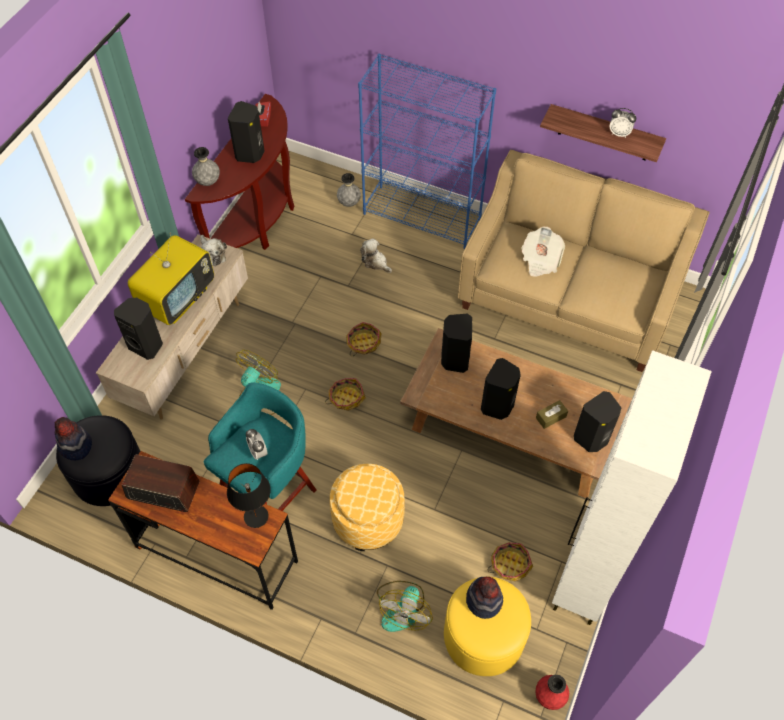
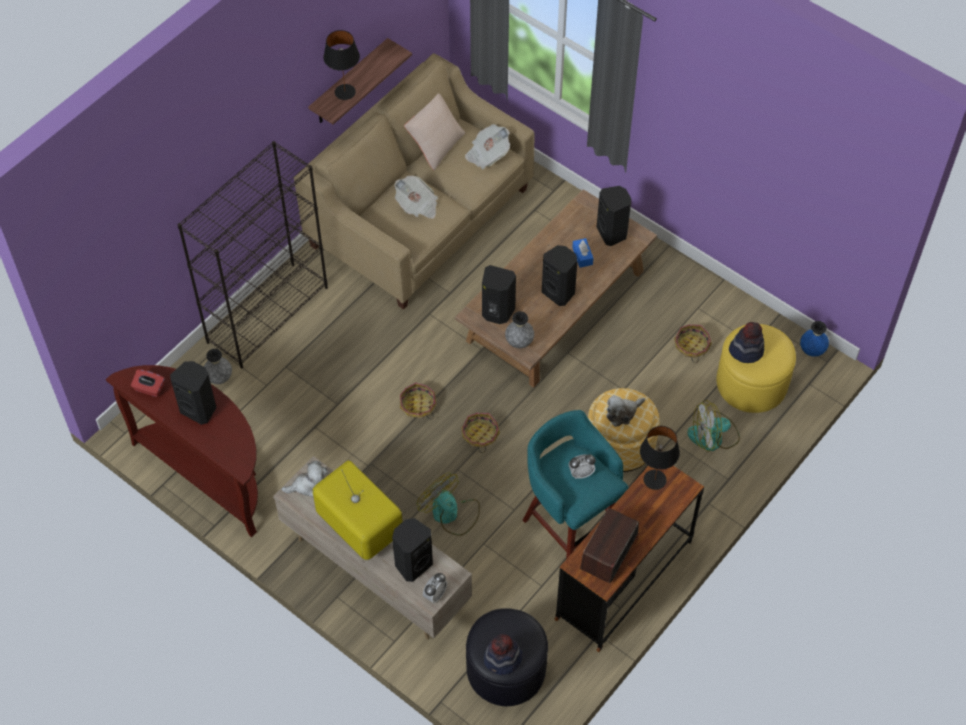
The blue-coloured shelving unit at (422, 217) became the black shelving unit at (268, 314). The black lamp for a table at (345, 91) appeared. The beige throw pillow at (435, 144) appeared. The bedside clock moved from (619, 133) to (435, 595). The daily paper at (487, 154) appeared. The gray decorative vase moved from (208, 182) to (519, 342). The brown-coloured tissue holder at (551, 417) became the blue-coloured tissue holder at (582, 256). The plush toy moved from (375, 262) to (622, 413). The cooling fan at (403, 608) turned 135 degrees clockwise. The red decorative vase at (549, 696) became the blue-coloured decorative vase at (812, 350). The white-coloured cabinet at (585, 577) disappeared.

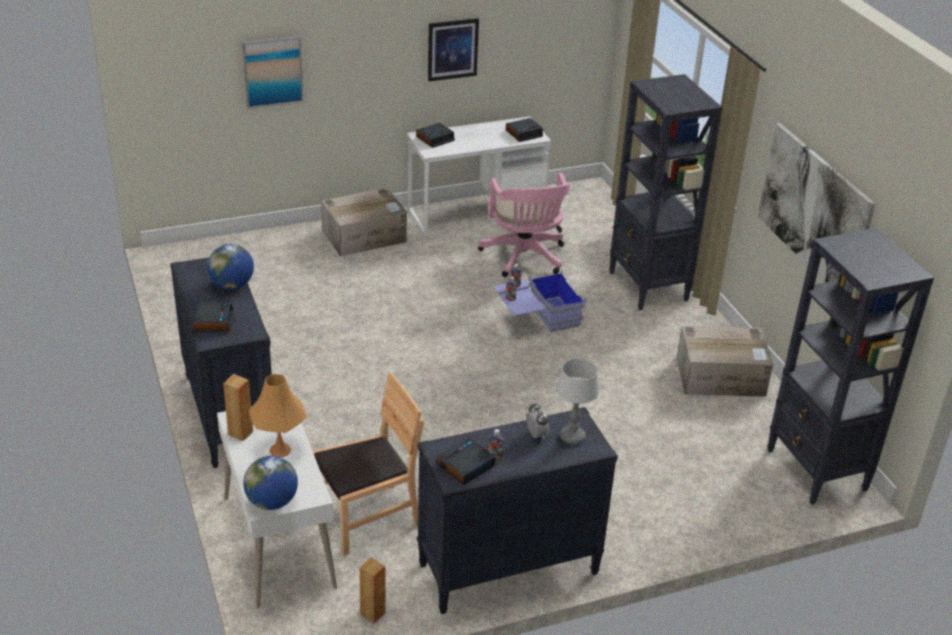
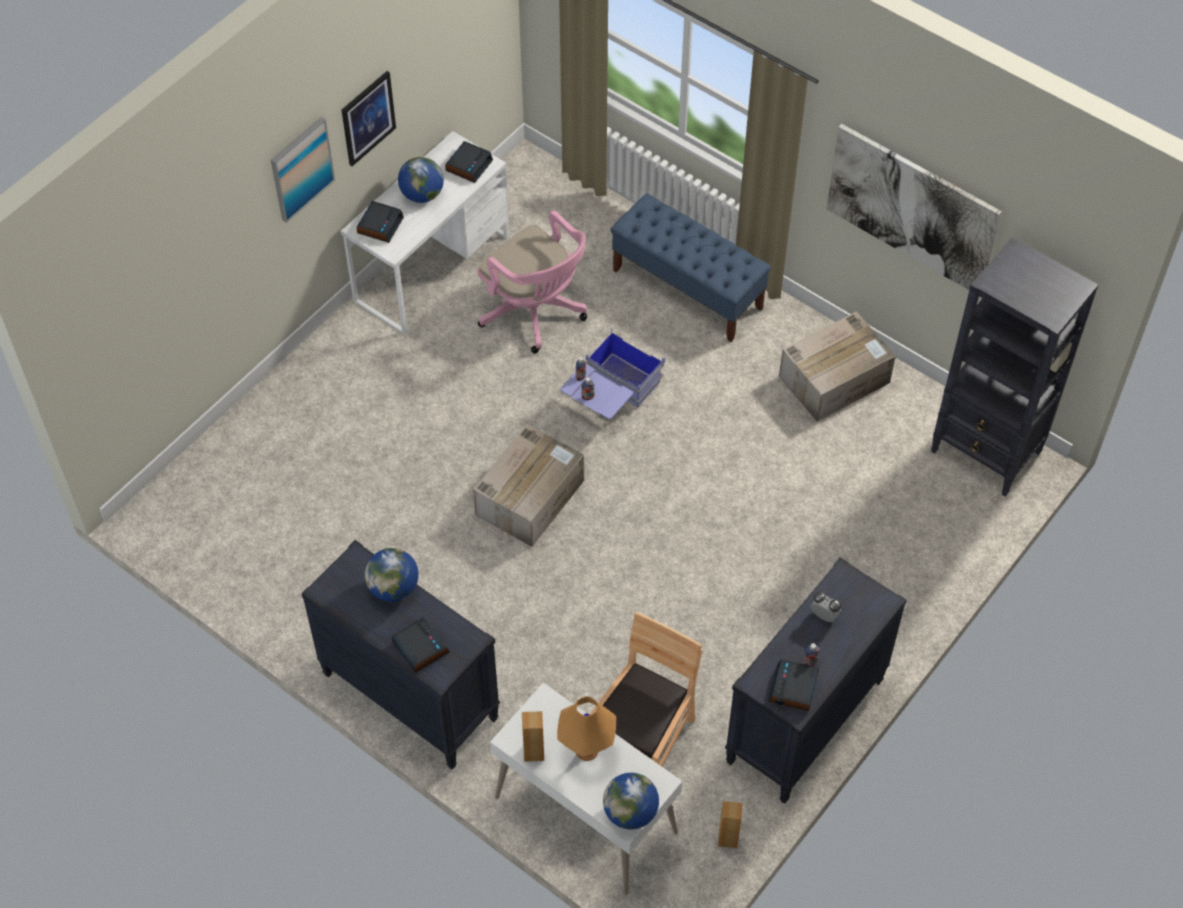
The wall picture moved from (273, 71) to (301, 168). The world globe at (422, 195) appeared. The carton moved from (365, 236) to (530, 496). The black shelving unit at (648, 287) was replaced by the blue-coloured long seat at (688, 289). The lamp for a table at (572, 437) disappeared.

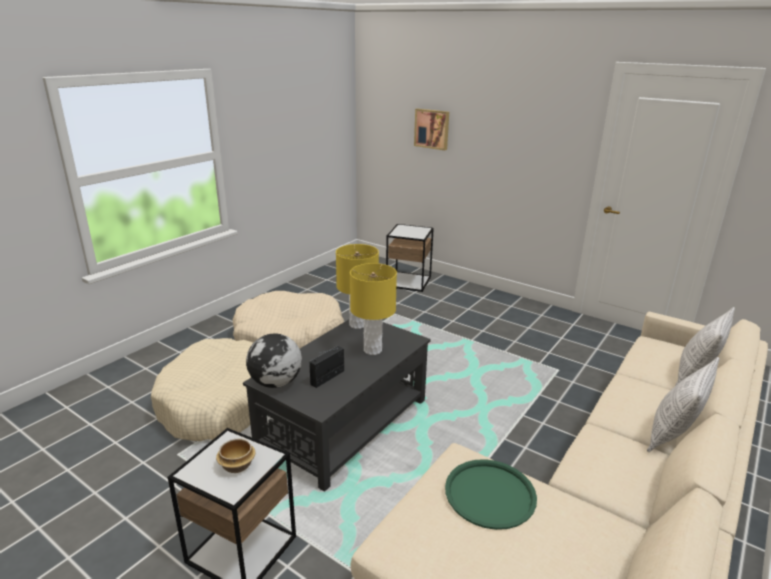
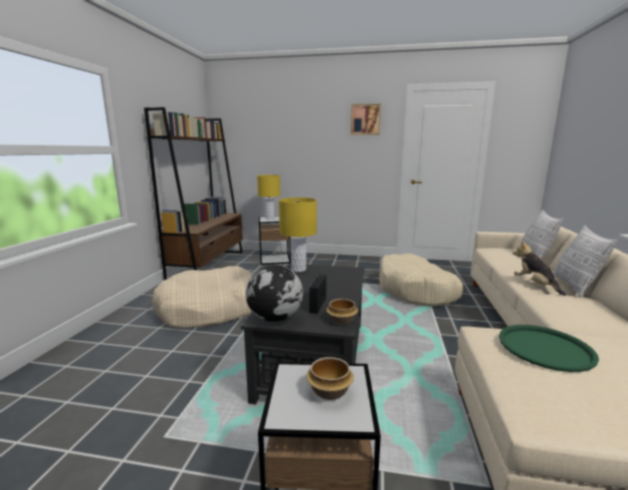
The brown-coloured shelving unit at (208, 265) appeared. The yellowish lamp for a table moved from (372, 350) to (269, 218). The serving bowl at (342, 321) appeared. The wall picture moved from (432, 129) to (365, 119). The beige pet bed moved from (217, 403) to (416, 290). The plush toy at (535, 285) appeared.

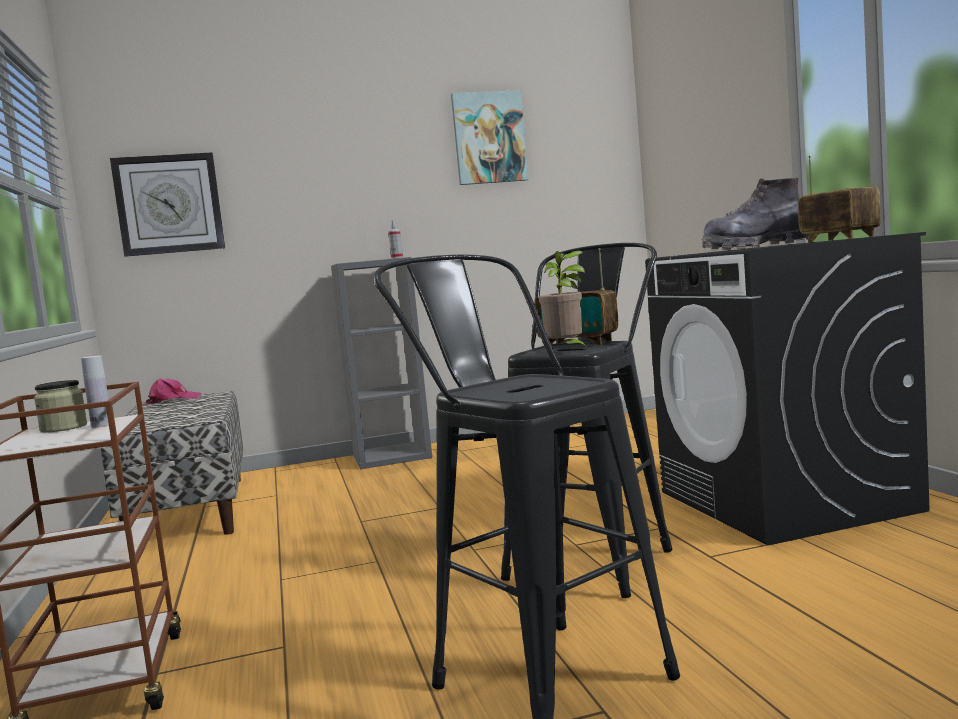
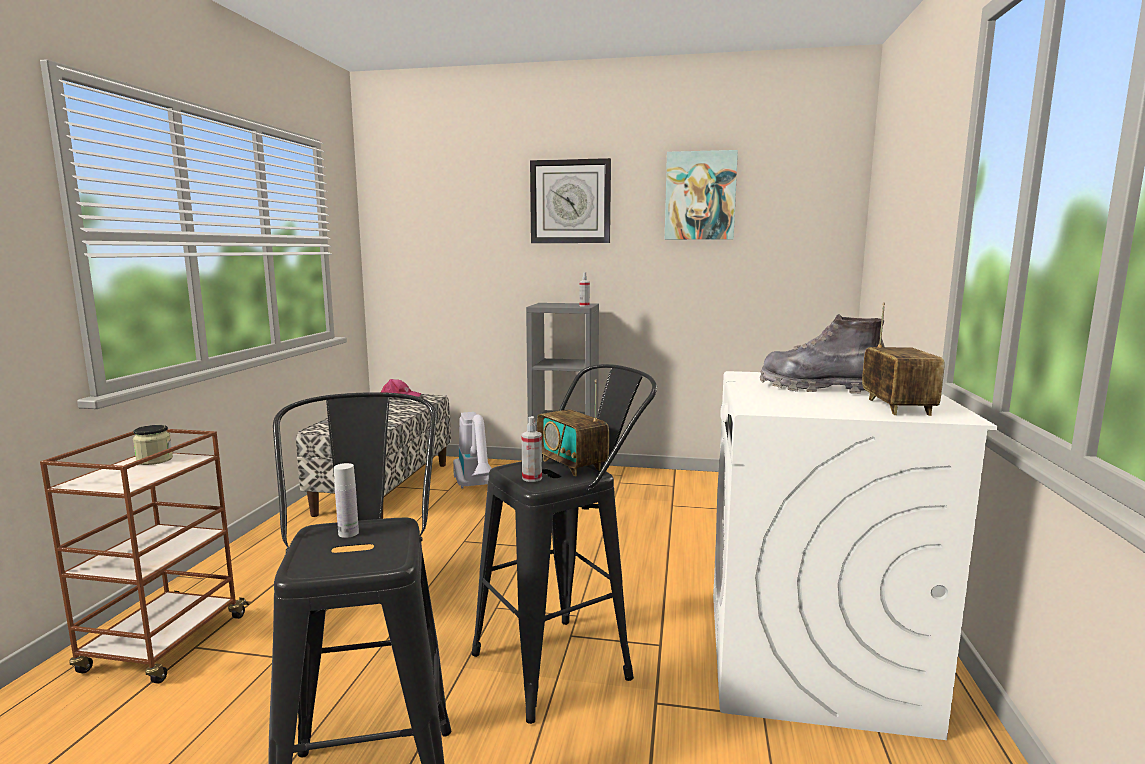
The white-coloured drink bottle moved from (101, 425) to (348, 533). The hoover at (476, 487) appeared. The houseplant at (567, 351) was replaced by the hand sprayer at (532, 478). The wall clock moved from (169, 204) to (570, 202). The black laundry appliance at (786, 501) became the white-coloured laundry appliance at (811, 658).

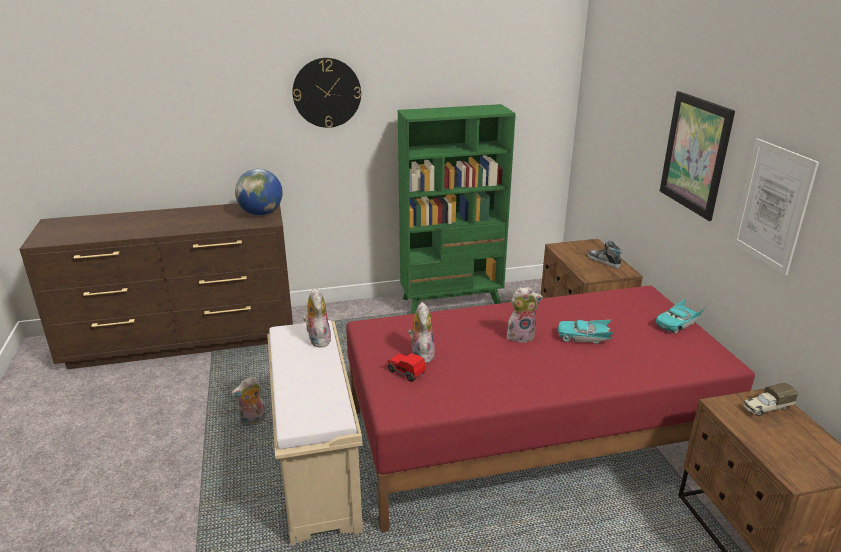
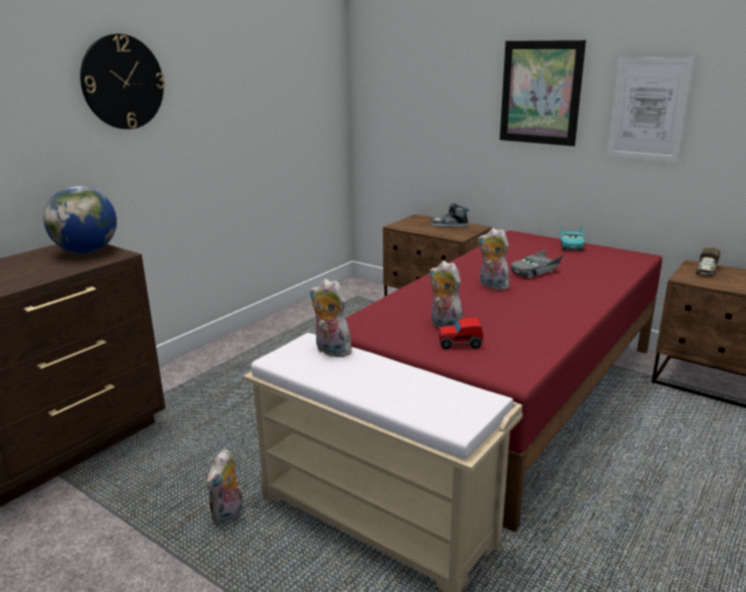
The plush toy at (521, 335) turned 90 degrees counterclockwise. The turquoise miniature car at (584, 337) became the gray miniature car at (535, 272). The green-coloured shelving unit at (452, 302) disappeared.

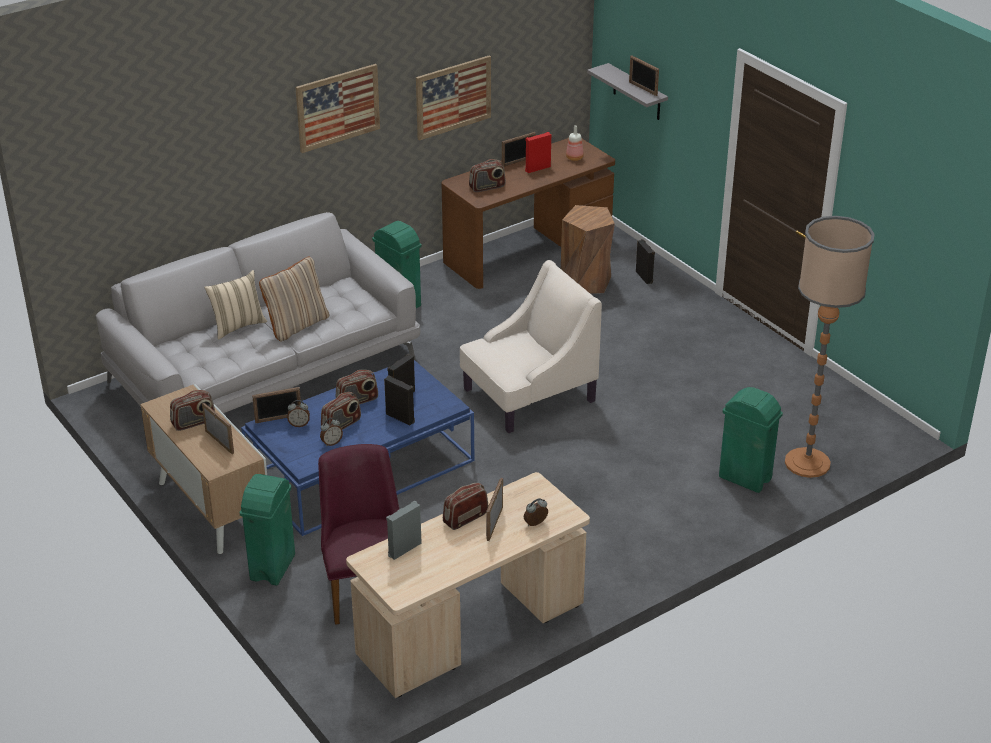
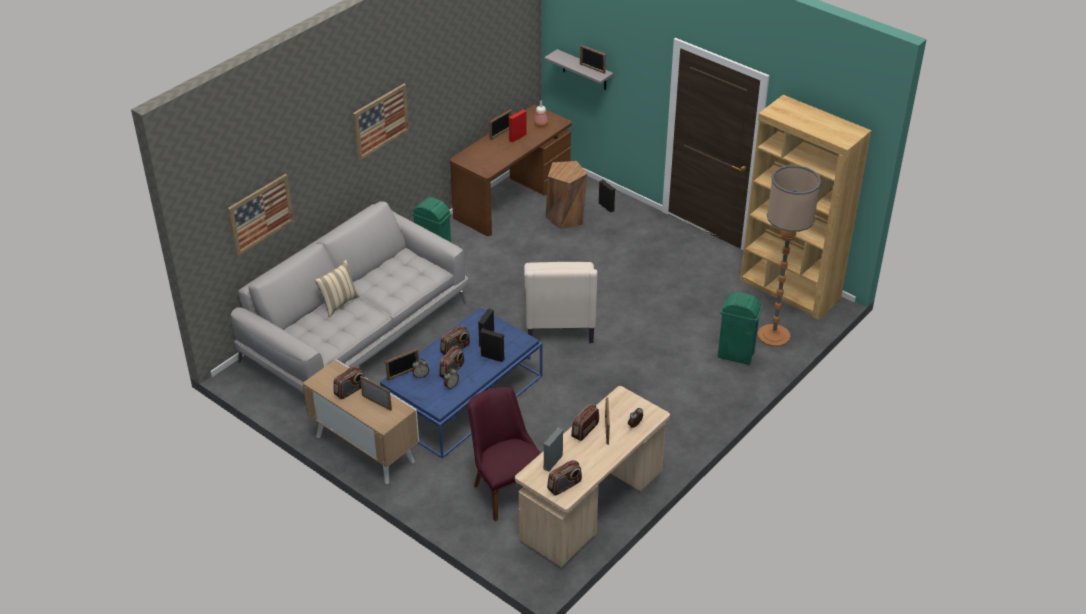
The wall picture moved from (453, 97) to (260, 214). The beige lounge chair at (528, 395) turned 135 degrees clockwise. The radio receiver moved from (487, 187) to (564, 486). The brown-coloured shelving unit at (790, 290) appeared. The green-coloured rubbish bin at (272, 568) disappeared. The beige throw pillow at (296, 325) disappeared.

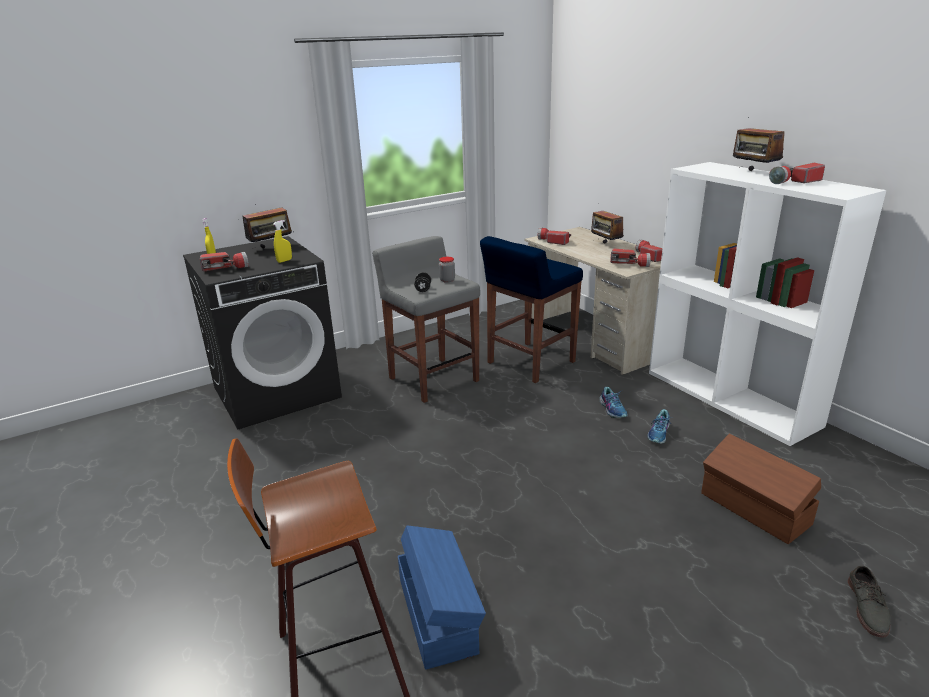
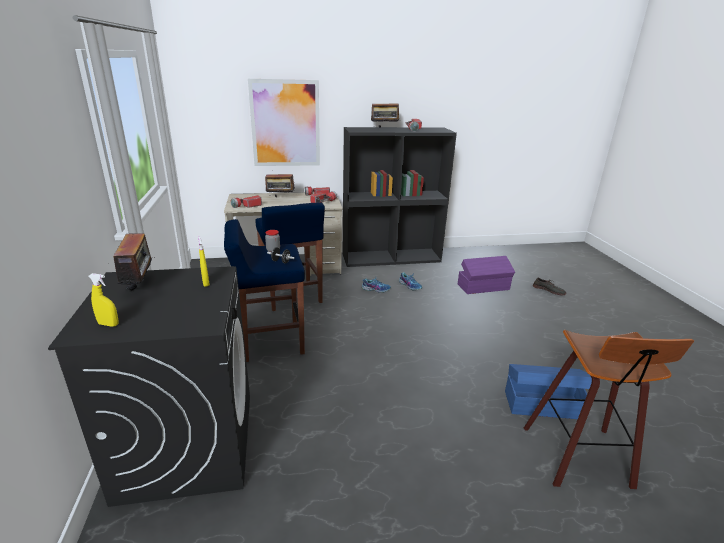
The gray sitting stool at (433, 379) became the blue-coloured sitting stool at (270, 341). The wall picture at (285, 124) appeared. The white-coloured shelving unit at (731, 398) became the black shelving unit at (391, 257). The brown-coloured storage bin at (754, 509) became the purplish storage bin at (484, 287). The torch at (225, 268) disappeared.

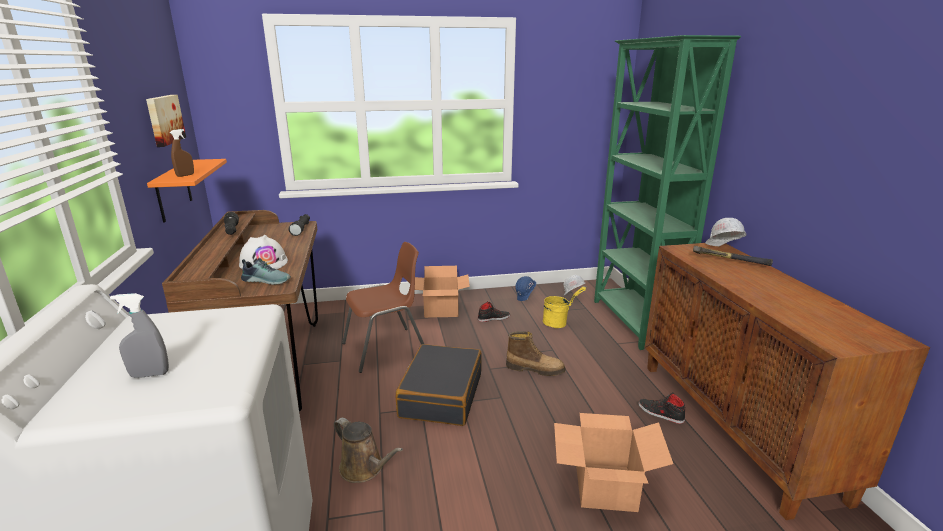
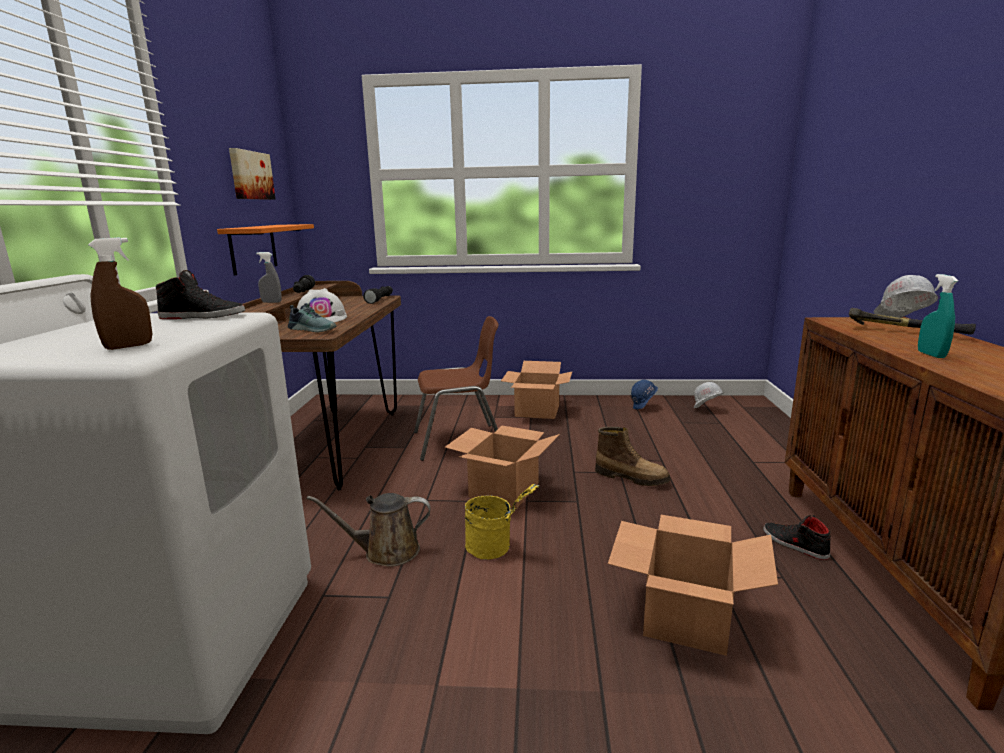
The brown-coloured hand sprayer moved from (185, 175) to (129, 346). The black low shoe moved from (493, 318) to (203, 316). The gray hand sprayer moved from (149, 374) to (271, 302). The brown-coloured watering pot at (364, 468) turned 120 degrees clockwise. The black piece of luggage at (441, 395) was replaced by the carton at (504, 491). The yellowish water bucket moved from (559, 323) to (496, 548). The turquoise hand sprayer at (931, 355) appeared. The green-coloured shelving unit at (634, 322) disappeared.

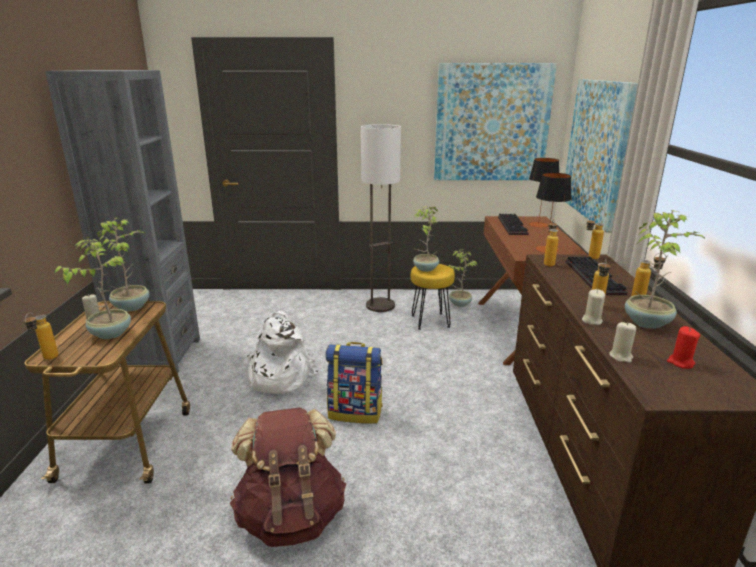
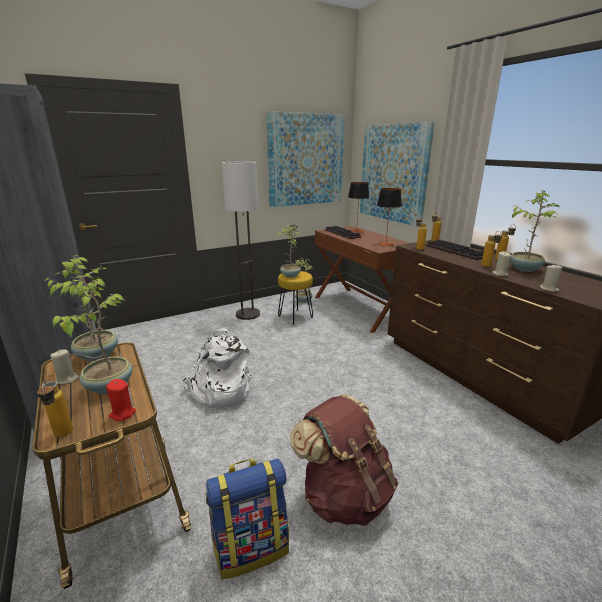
The red wax candle moved from (680, 363) to (122, 414). The rucksack moved from (355, 412) to (251, 546).

